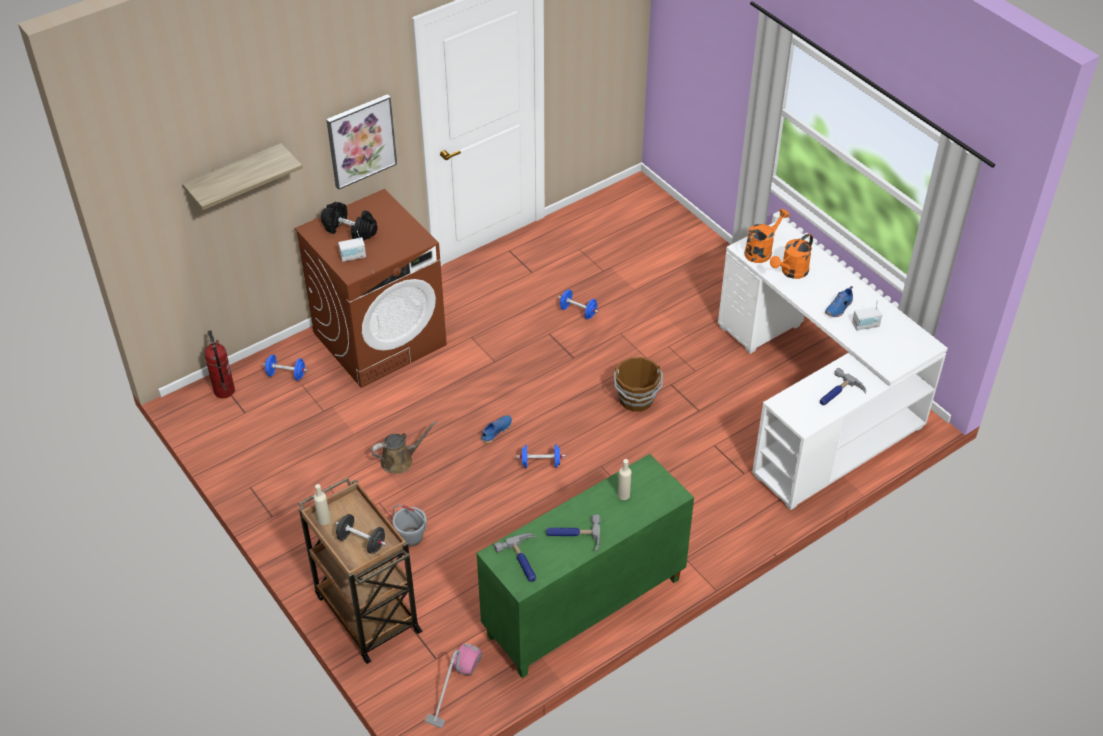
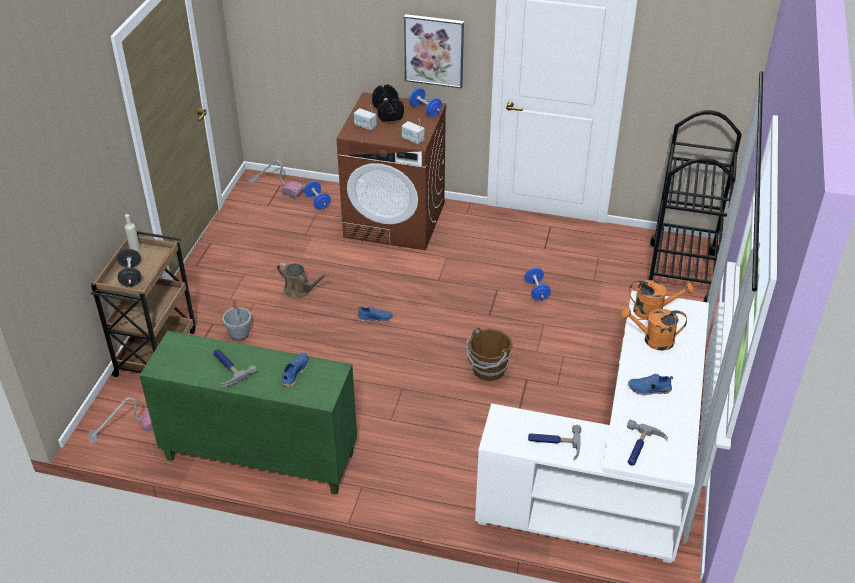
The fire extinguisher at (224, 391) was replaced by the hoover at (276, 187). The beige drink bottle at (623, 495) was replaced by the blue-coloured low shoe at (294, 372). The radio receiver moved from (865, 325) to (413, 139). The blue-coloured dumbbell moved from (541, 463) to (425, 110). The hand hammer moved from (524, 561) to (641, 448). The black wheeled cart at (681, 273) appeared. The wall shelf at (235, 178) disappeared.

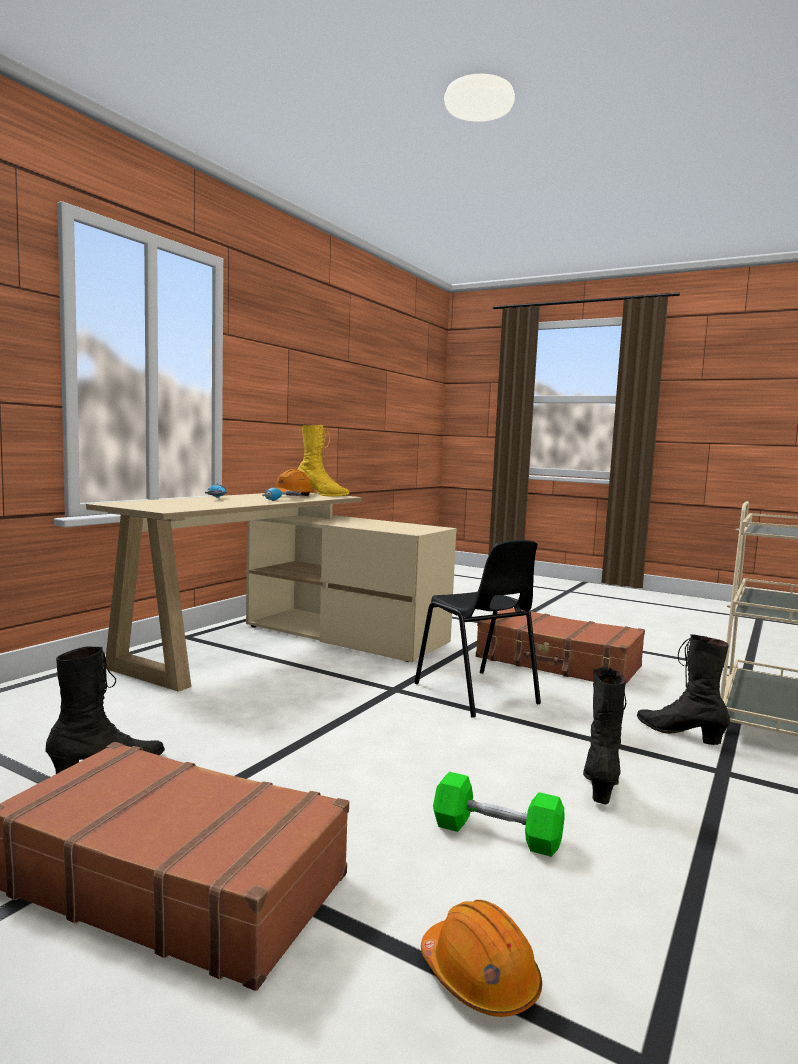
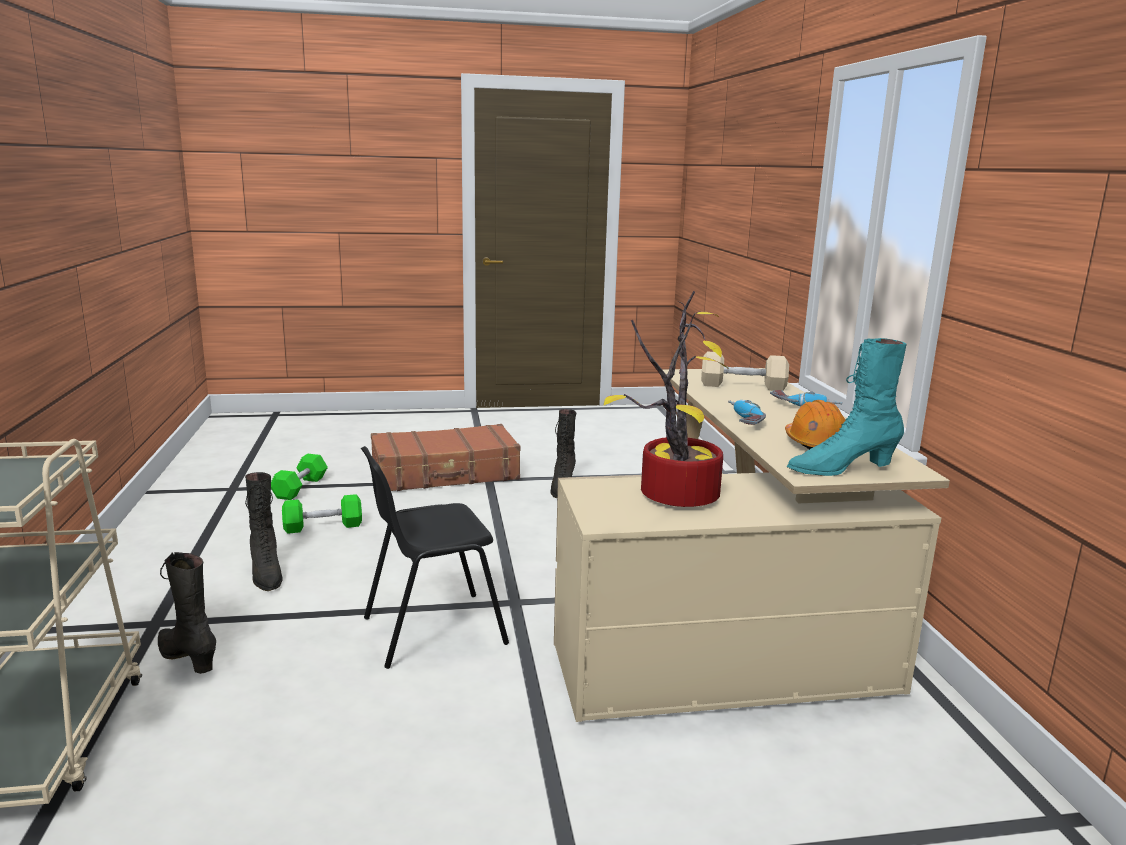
The black boot at (679, 734) turned 150 degrees counterclockwise. The orange hard hat at (479, 978) was replaced by the green-coloured dumbbell at (300, 487). The black chair at (476, 694) turned 45 degrees counterclockwise. The houseplant at (675, 493) appeared. The beige dumbbell at (743, 386) appeared. The yellowish boot at (322, 495) became the turquoise boot at (841, 469). The brown-coloured piece of luggage at (558, 663) disappeared.

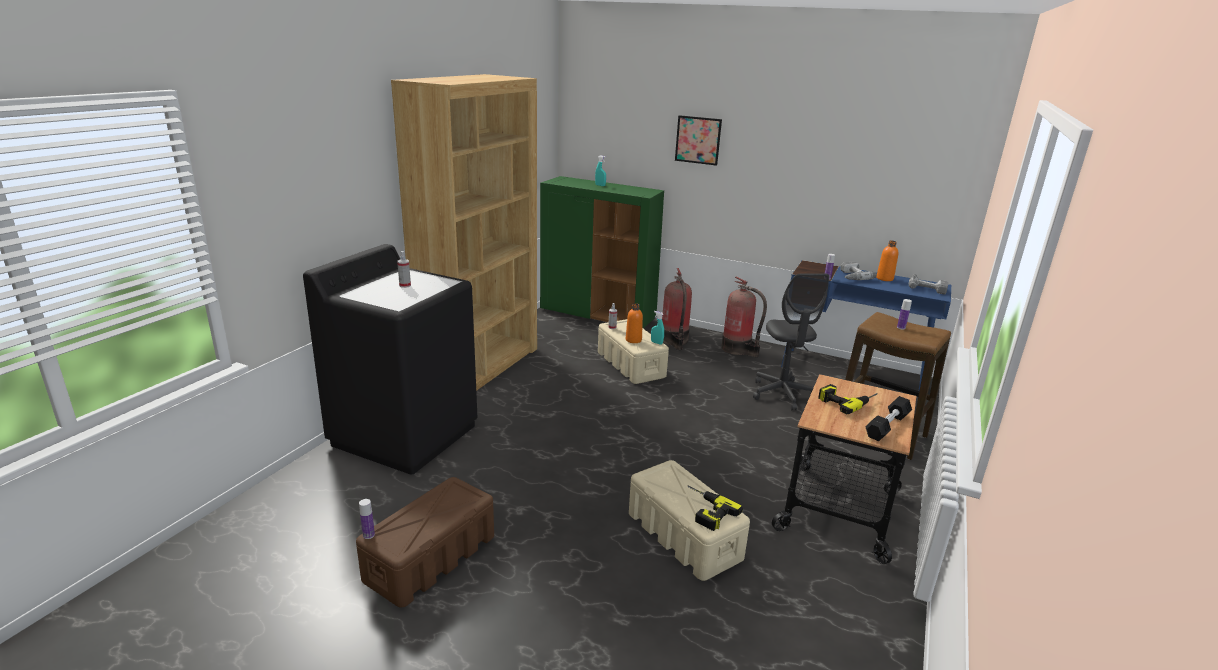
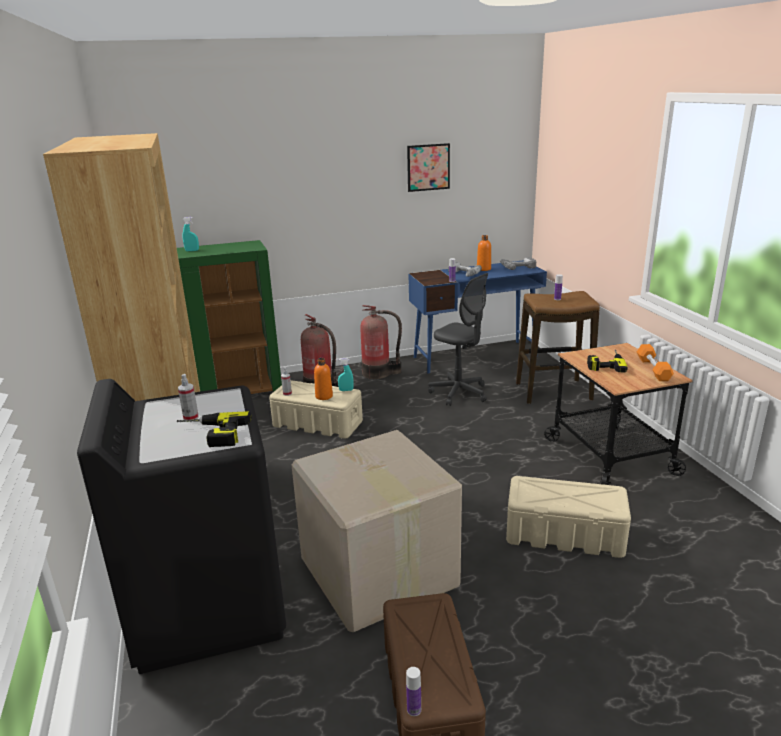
The drill moved from (704, 510) to (211, 434). The carton at (377, 574) appeared. The wall picture moved from (698, 140) to (428, 167). The black dumbbell at (887, 426) became the orange dumbbell at (653, 369).

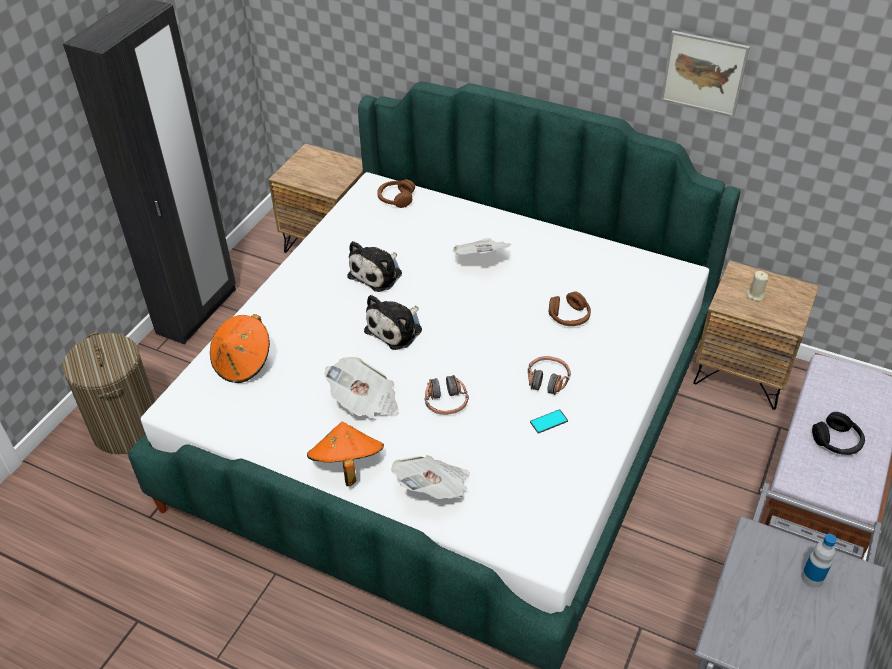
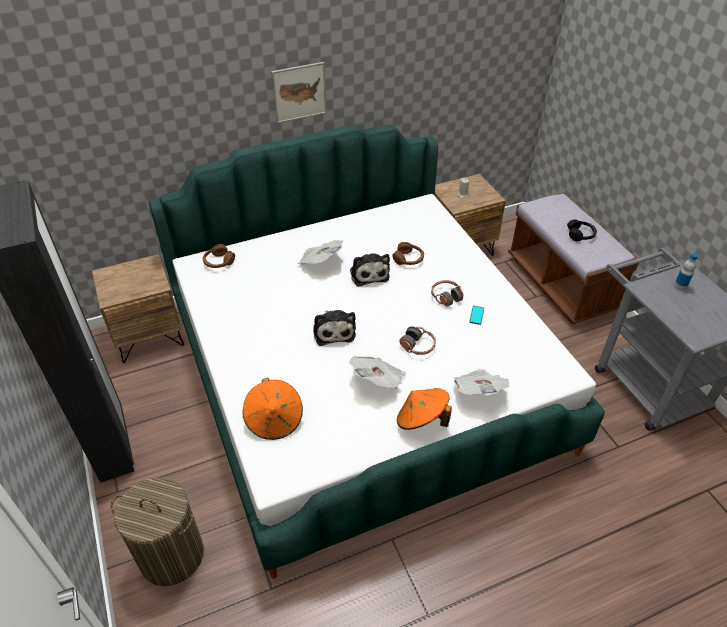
The wall picture moved from (704, 73) to (299, 92). The plush toy moved from (377, 274) to (369, 273).

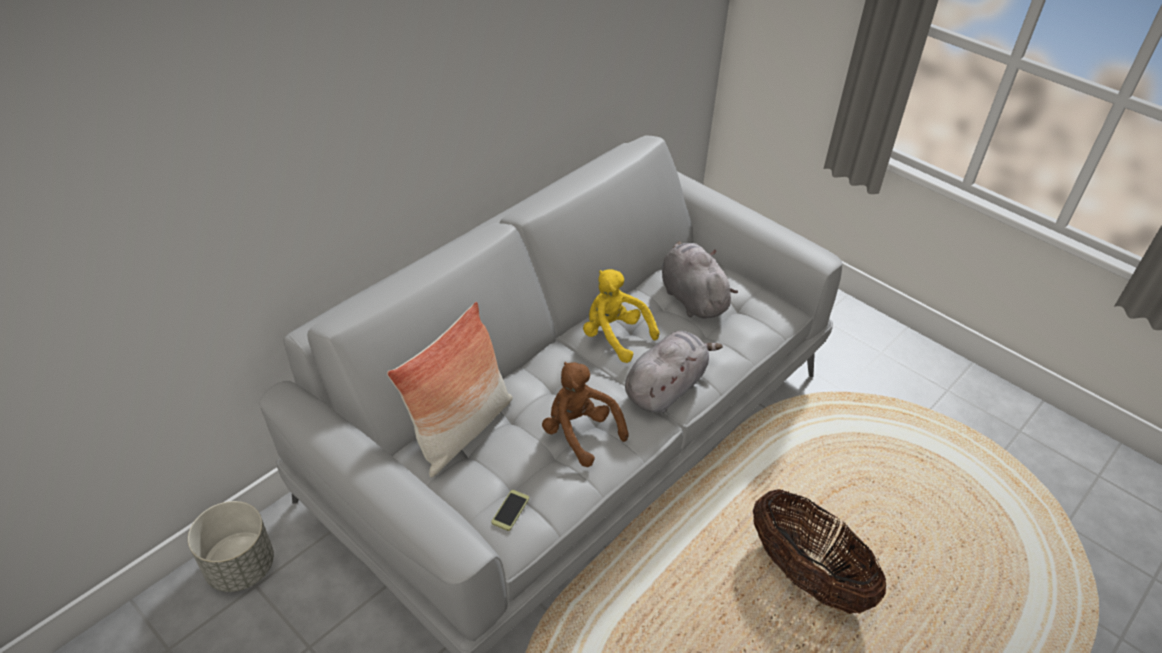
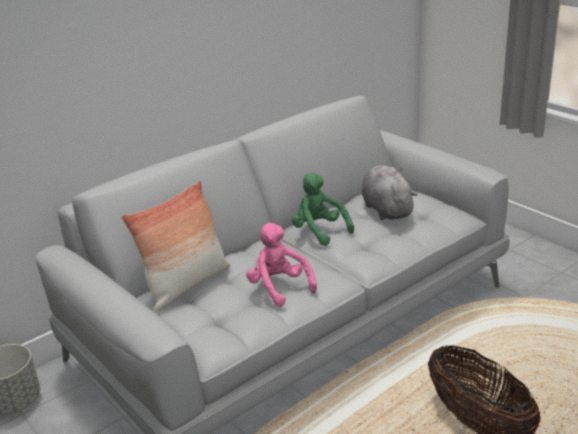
The brown-coloured plush toy at (579, 432) became the pink-coloured plush toy at (279, 287). The yellowish plush toy at (614, 336) became the green-coloured plush toy at (319, 231). The phone at (510, 510) disappeared. The gray plush toy at (666, 387) disappeared.

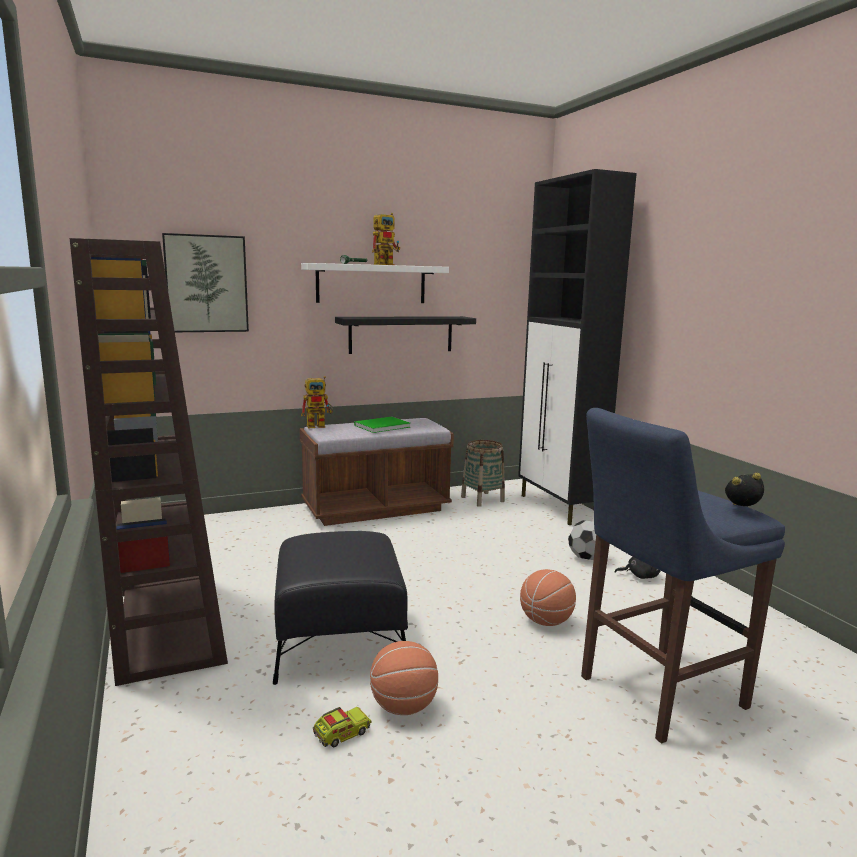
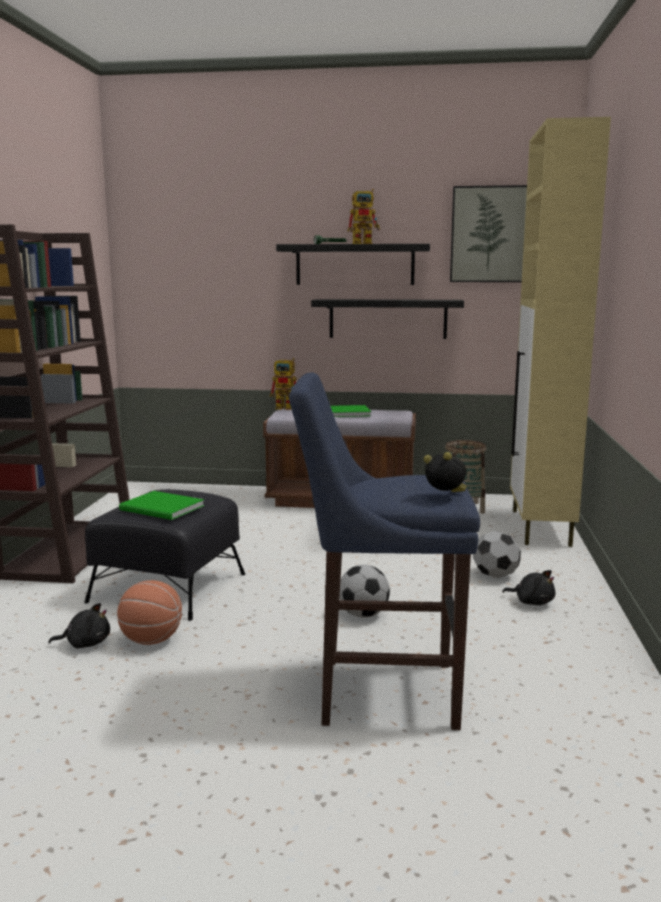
The model truck at (341, 734) was replaced by the black plush toy at (85, 643). The green-coloured bound book at (162, 508) appeared. The white-coloured wall shelf at (371, 284) became the black wall shelf at (355, 265). The basketball at (546, 621) was replaced by the football at (364, 615). The wall picture moved from (206, 284) to (489, 234). The black cabinet at (559, 508) became the beige cabinet at (540, 528).

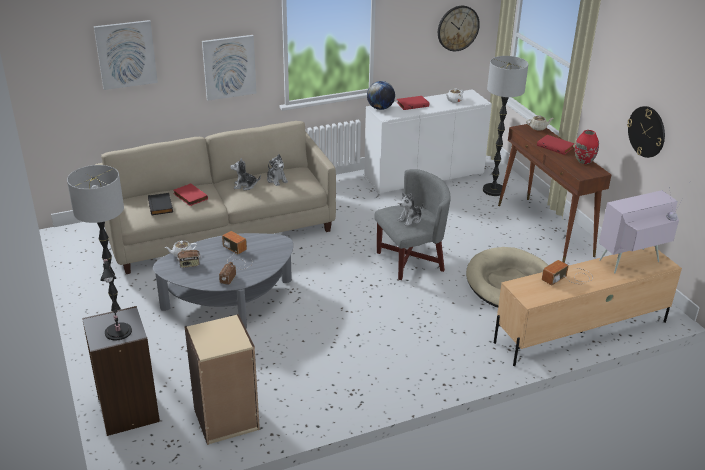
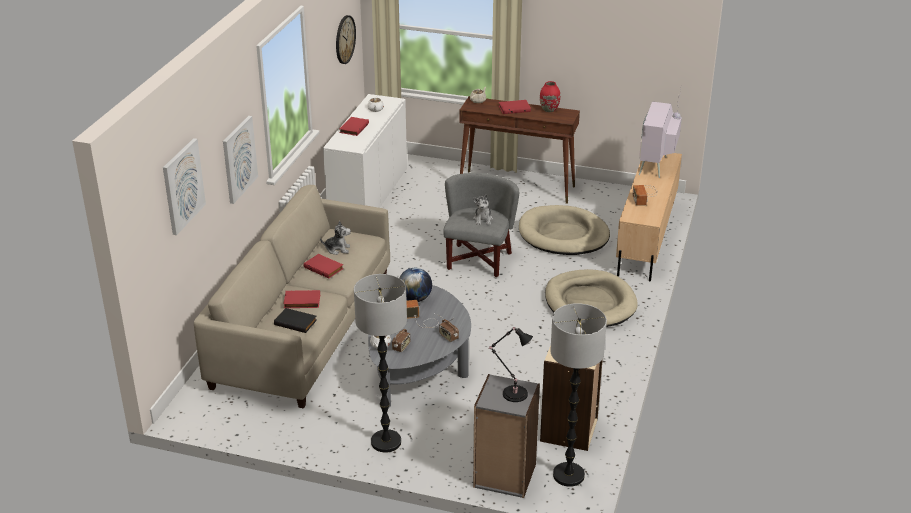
The plush toy at (245, 186) was replaced by the red bound book at (324, 268). The world globe moved from (380, 108) to (415, 299). The beige pet bed at (590, 303) appeared. The standing lamp moved from (493, 190) to (568, 475). The wall clock at (646, 131) disappeared.

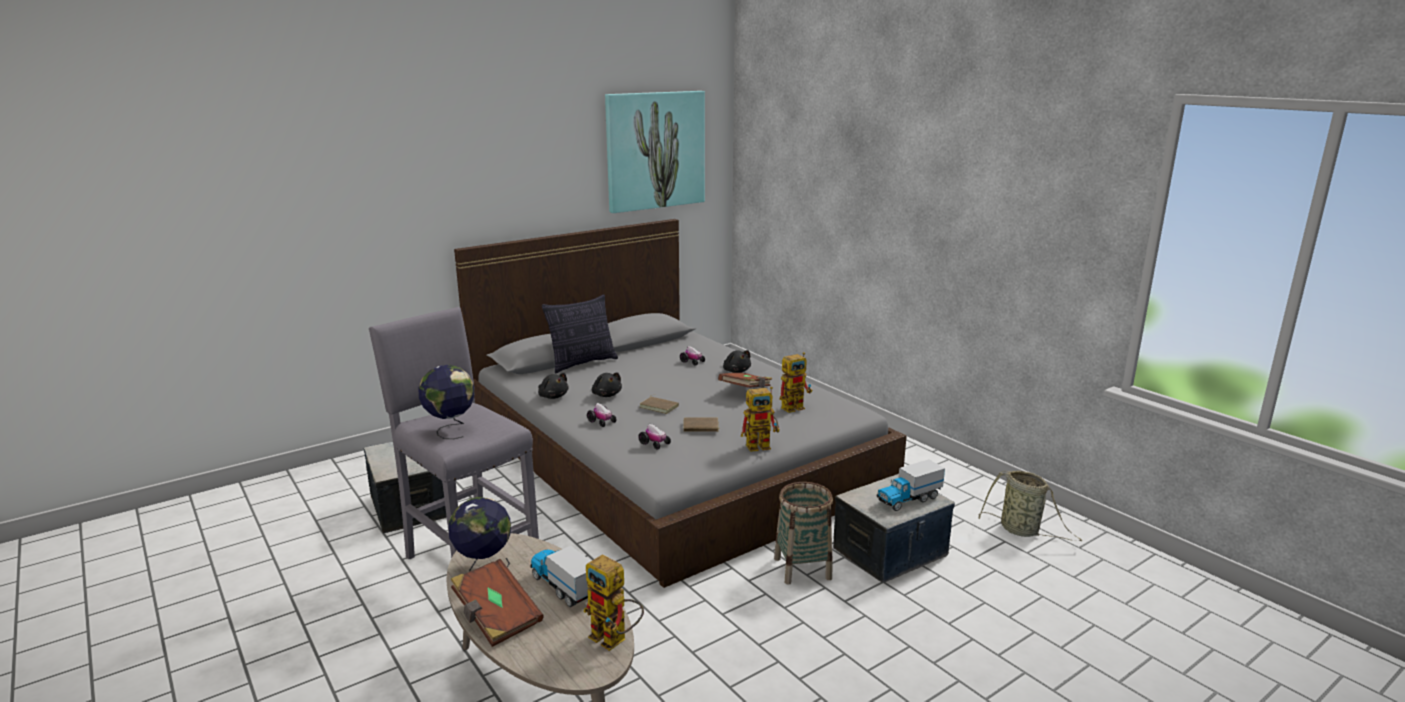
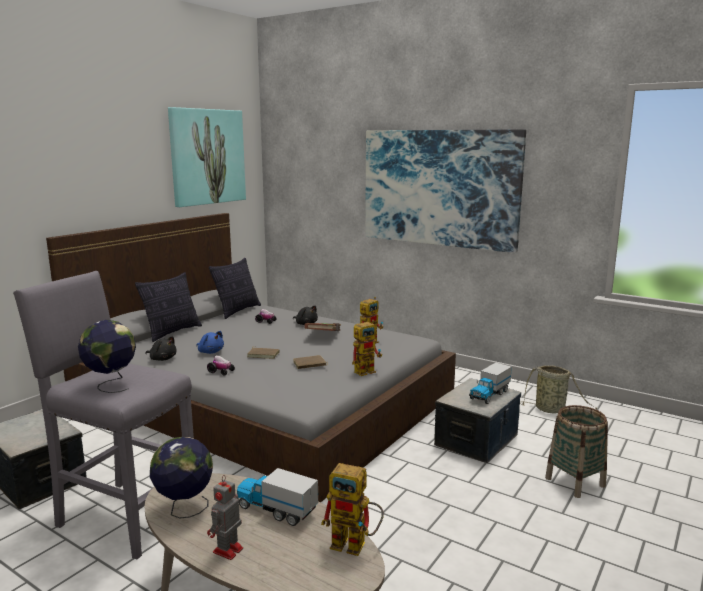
The black plush toy at (606, 395) became the blue-coloured plush toy at (210, 352). The brown-coloured bound book at (496, 617) was replaced by the toy robot at (227, 551). The throw pillow at (237, 311) appeared. The wall picture at (439, 188) appeared. The basket moved from (802, 568) to (575, 482). The miniature car at (655, 443) disappeared.

